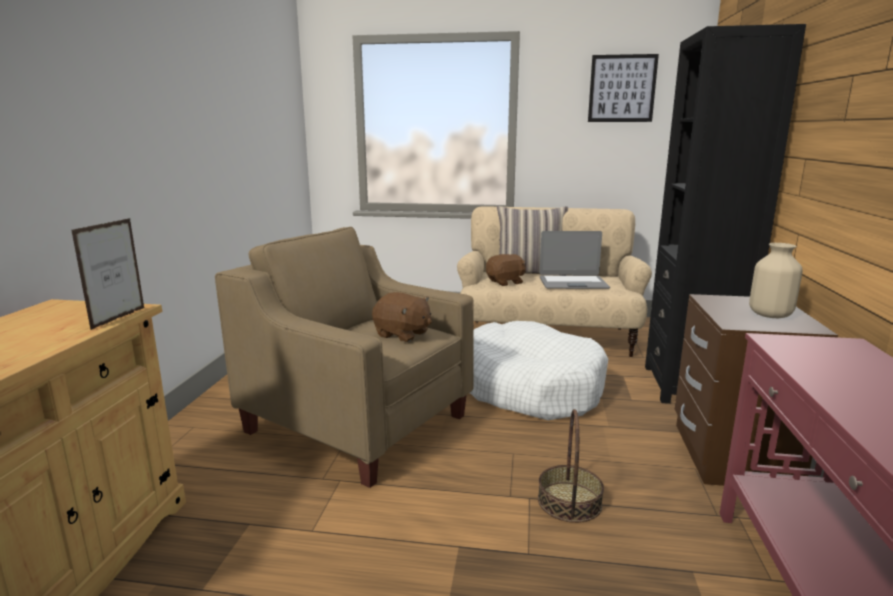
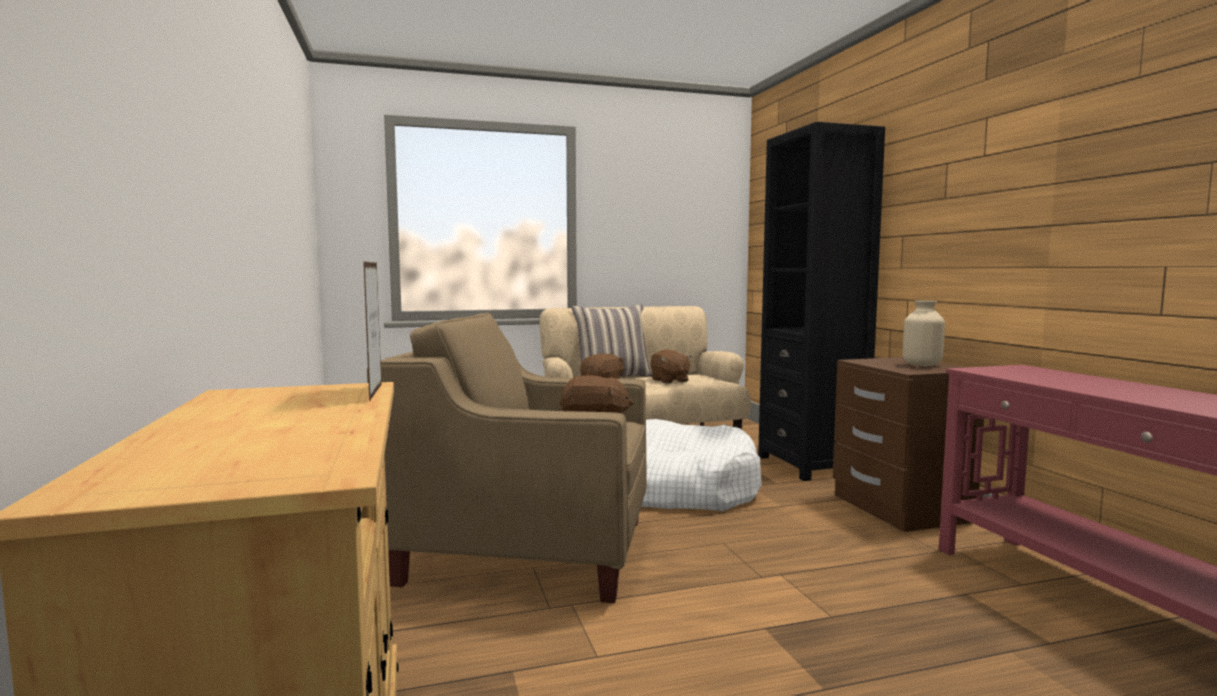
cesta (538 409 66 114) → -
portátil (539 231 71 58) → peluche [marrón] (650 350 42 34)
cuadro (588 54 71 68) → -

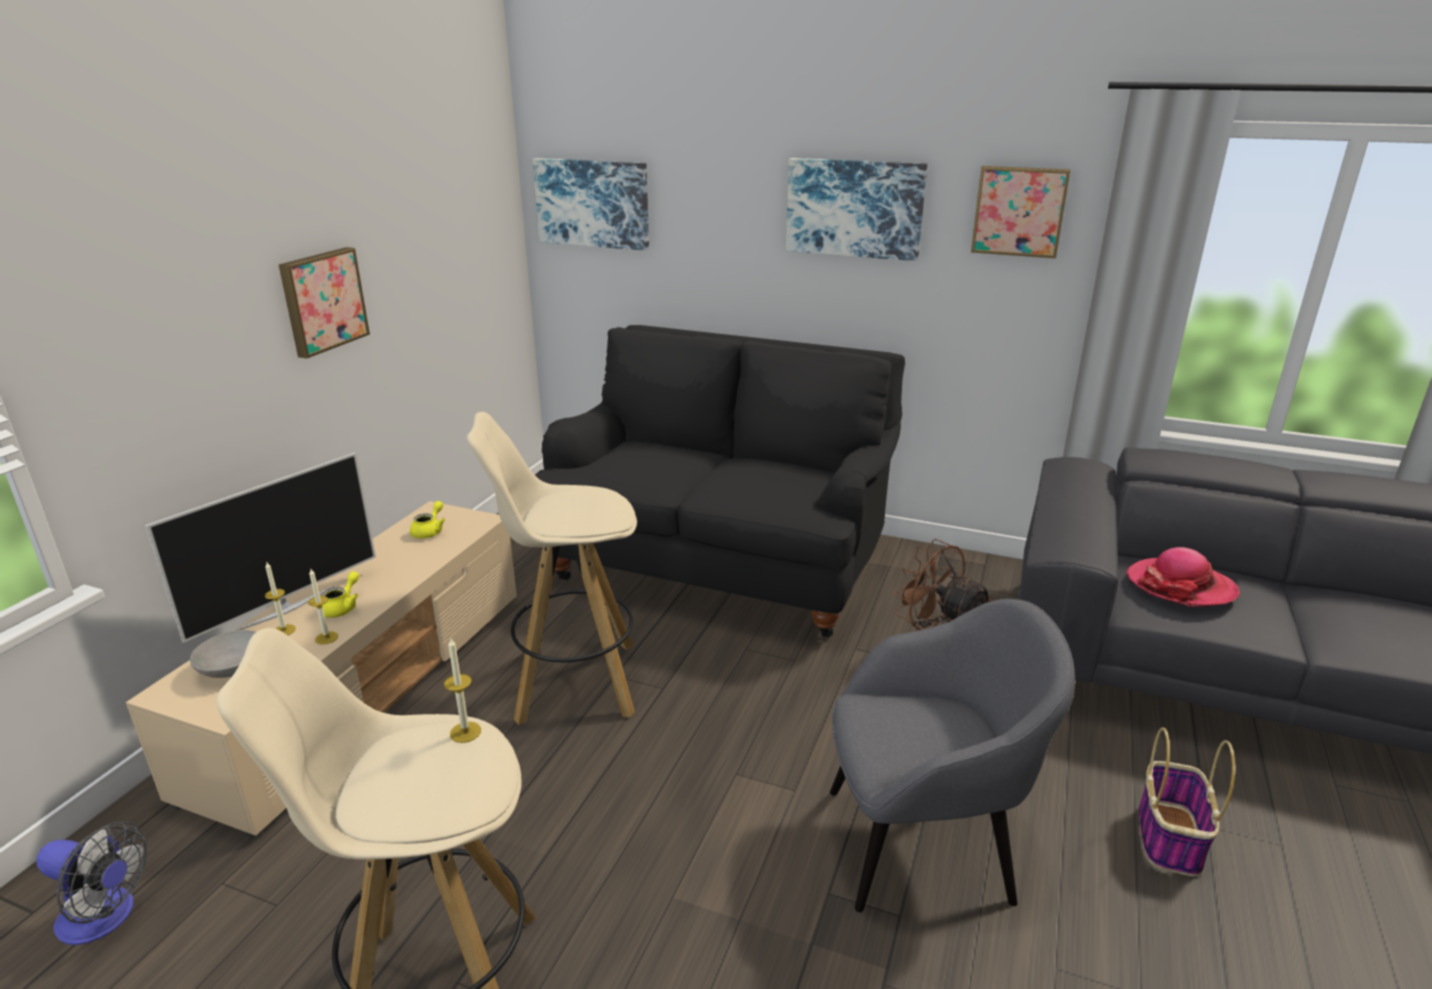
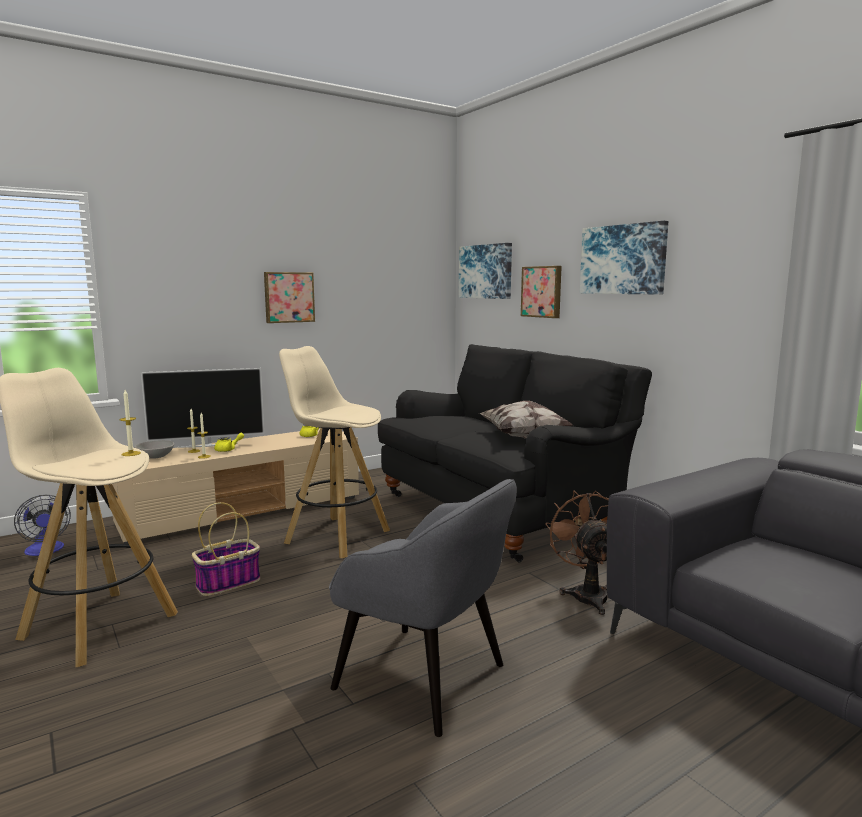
cuadro (971 166 100 92) → cuadro (521 266 41 52), move
sombrero (1127 547 113 60) → -
cesta (1139 727 96 150) → cesta (192 502 68 94), move
- → cojín (479 401 94 38)

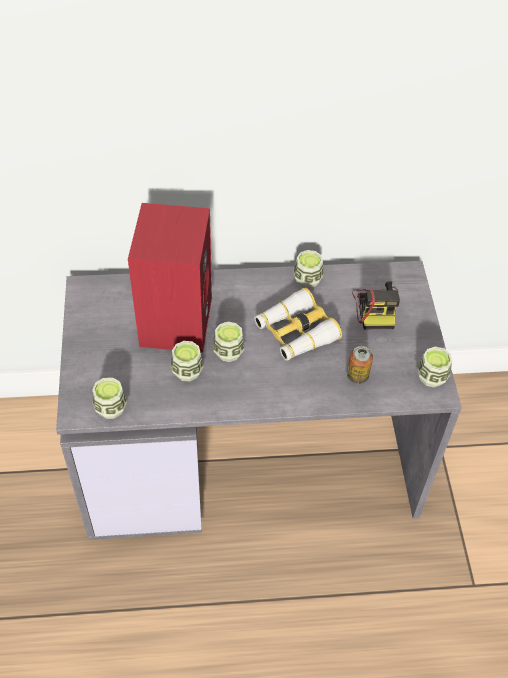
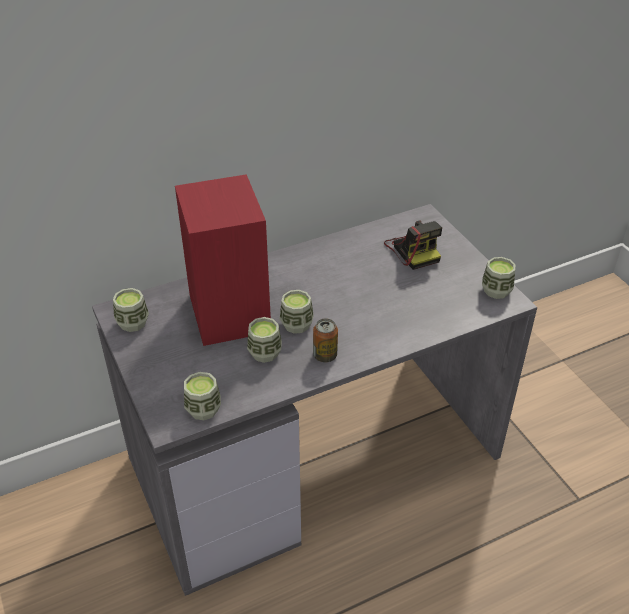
prismáticos (254 288 88 73) → -
taza (293 250 30 38) → taza (113 288 36 44), move
lata (347 346 26 38) → lata (313 318 25 45), move

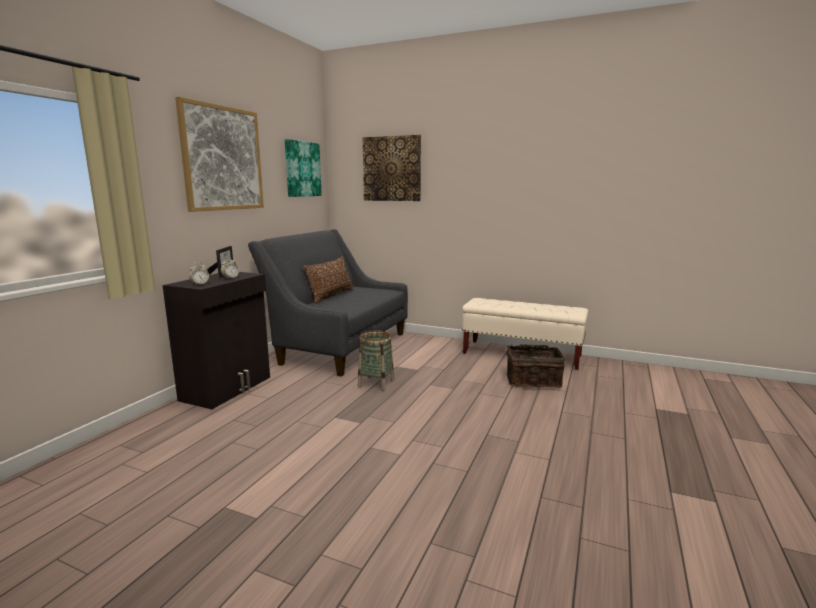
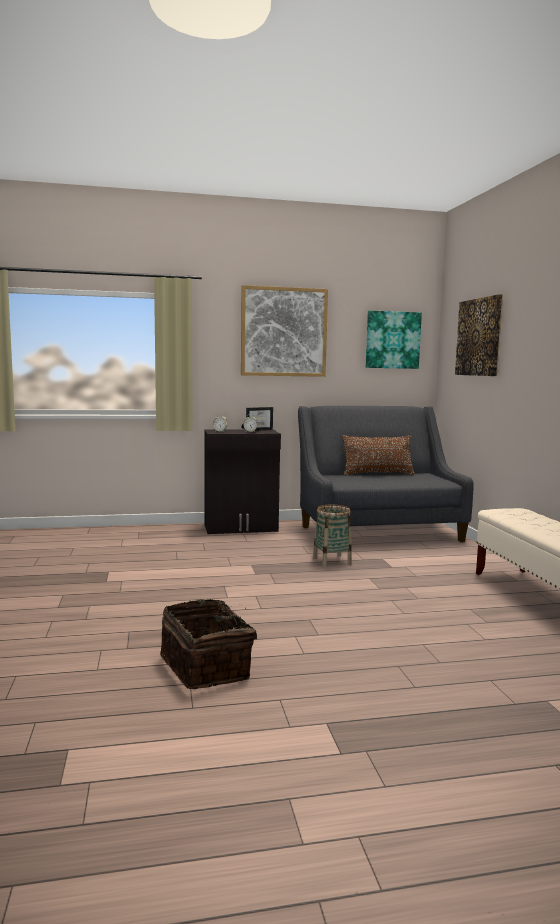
cesta (507 344 58 44) → cesta (160 599 97 90), move

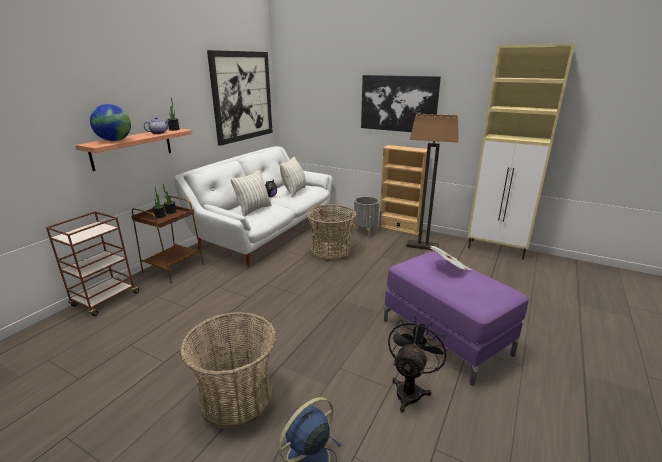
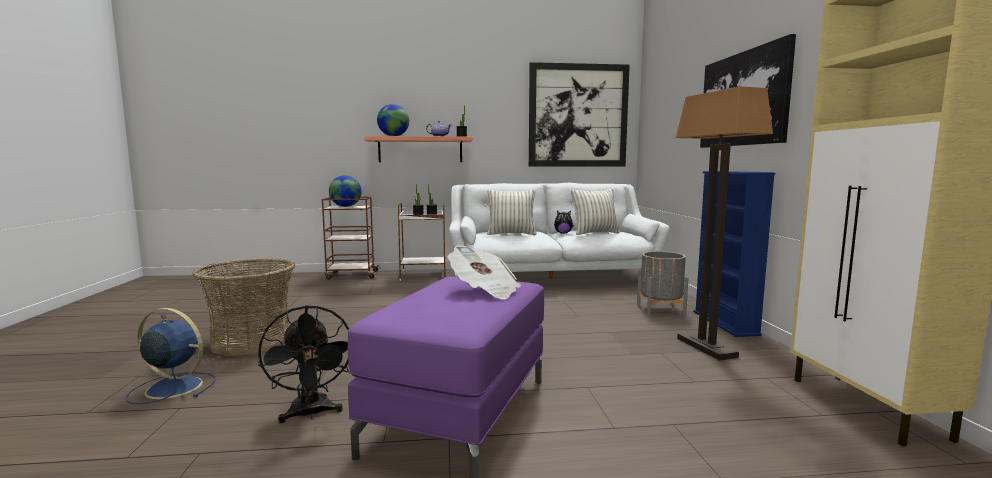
mesa auxiliar [marrón] (131 196 73 87) → mesa auxiliar [blanco] (398 202 48 79)
cesta (306 204 51 57) → -
estantería [beis] (378 145 49 90) → estantería [azul] (694 171 82 166)
ventilador [negro] (388 317 60 96) → ventilador [negro] (258 305 91 118), 75 degrees clockwise
- → globo terráqueo (329 175 32 32)

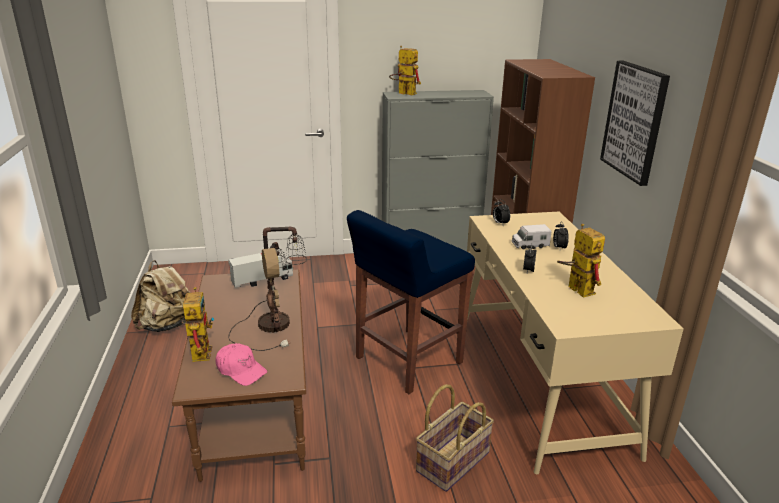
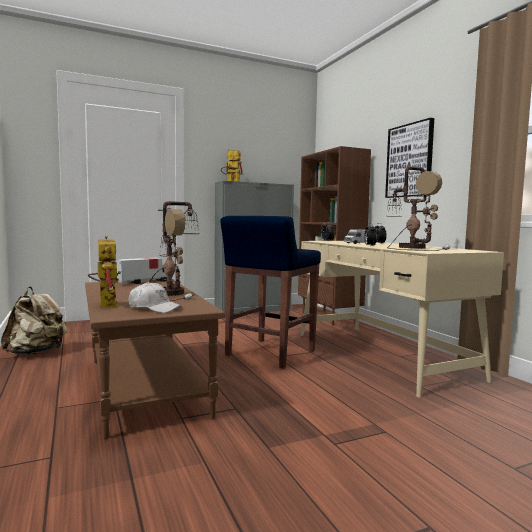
gorra [rosa] (215 343 52 43) → gorra [blanco] (128 282 54 31)
cesta (416 384 78 108) → -
robot de juguete (557 223 48 75) → lámpara de mesa (386 166 64 85)

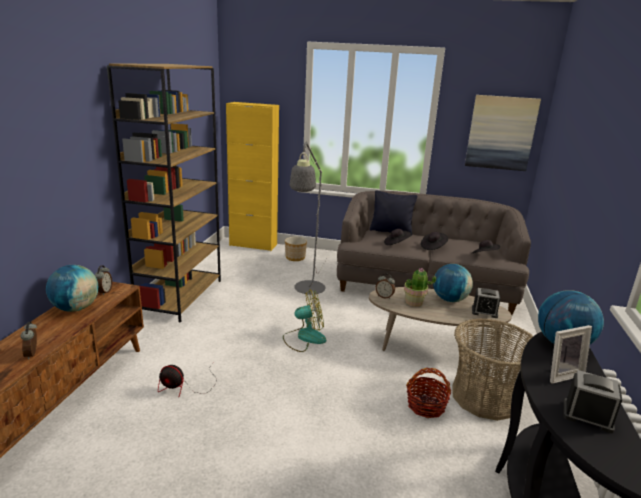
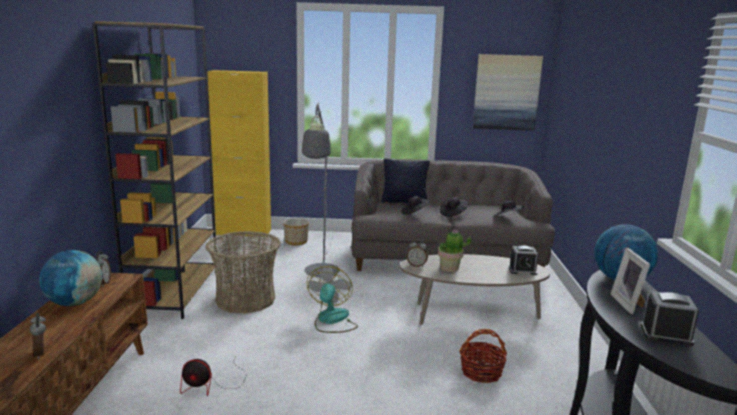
ventilador (283 290 43 62) → ventilador (307 266 51 67), 60 degrees counterclockwise
globo terráqueo (433 264 40 38) → -
cesta (452 318 81 103) → cesta (206 231 75 82), move
portarretratos (550 325 42 59) → portarretratos (611 248 39 66), 120 degrees clockwise

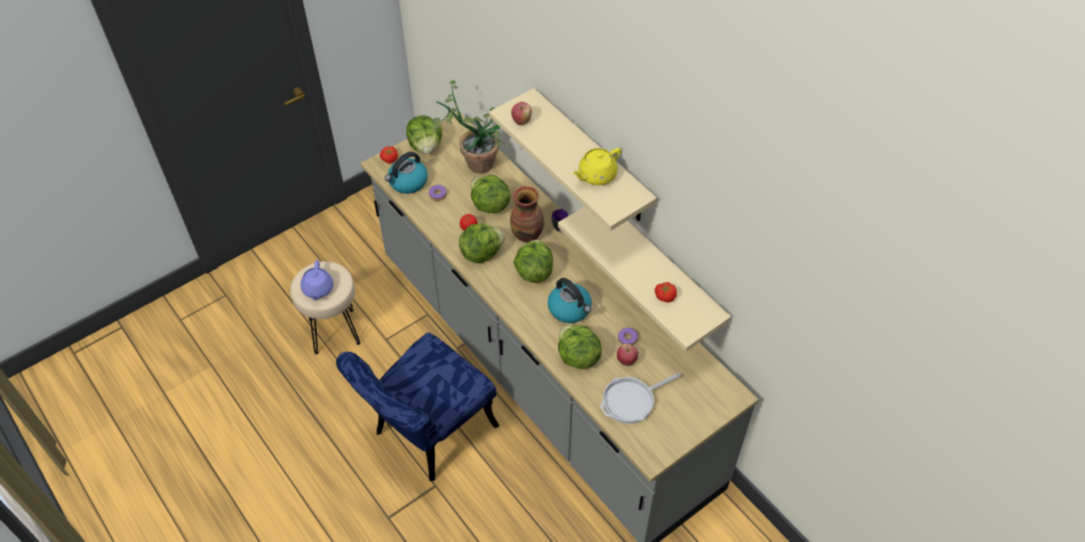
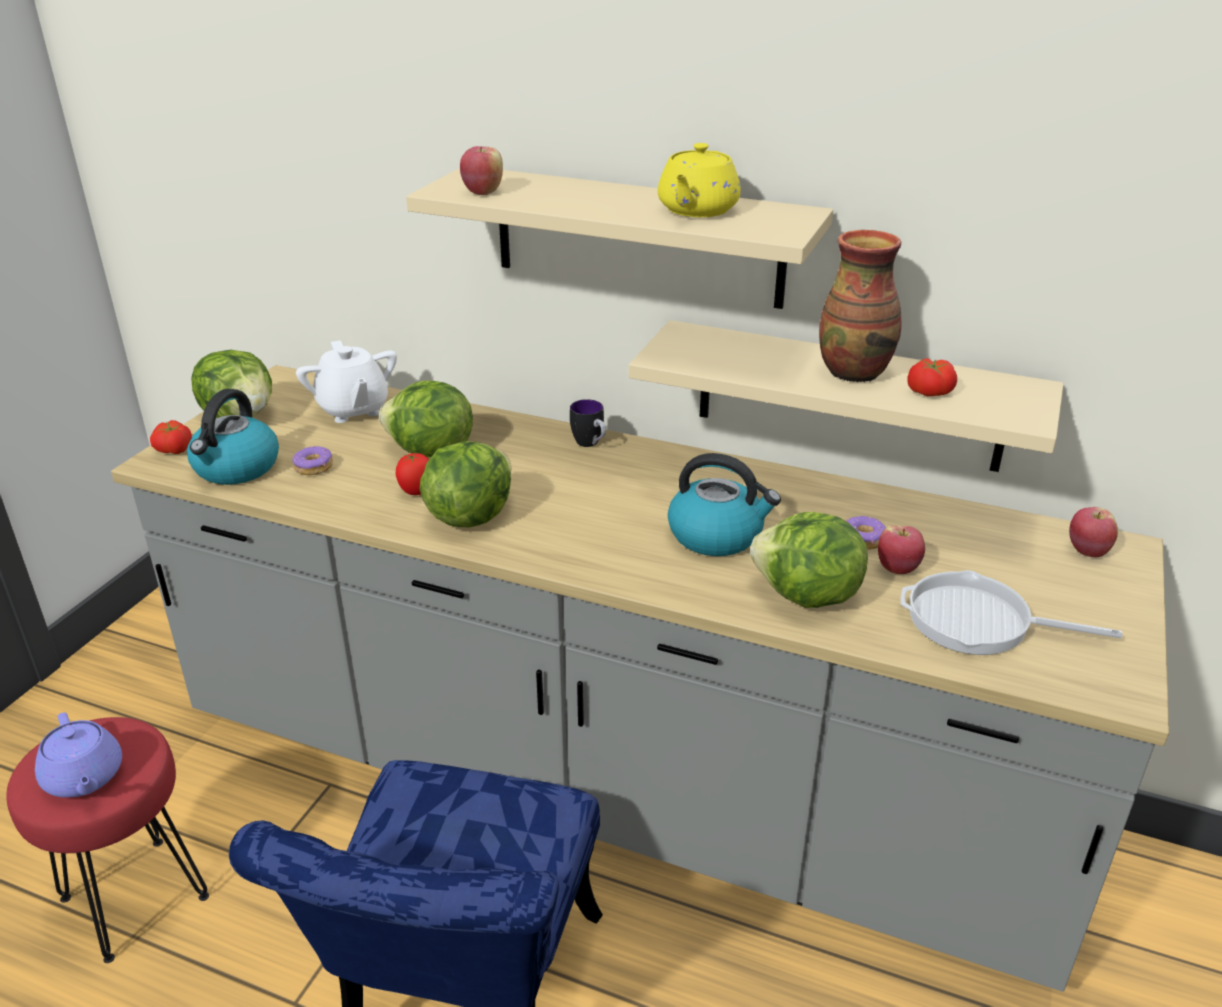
taburete [beis] (290 261 71 94) → taburete [rojo] (6 717 203 246)
planta en maceta (432 80 79 94) → tetera [blanco] (296 340 101 83)
florero (510 186 34 57) → florero (819 230 83 152), move
lechuga (514 239 39 44) → -
sartén (600 373 81 51) → sartén (901 570 221 85), 75 degrees clockwise
- → manzana (1069 507 49 50)

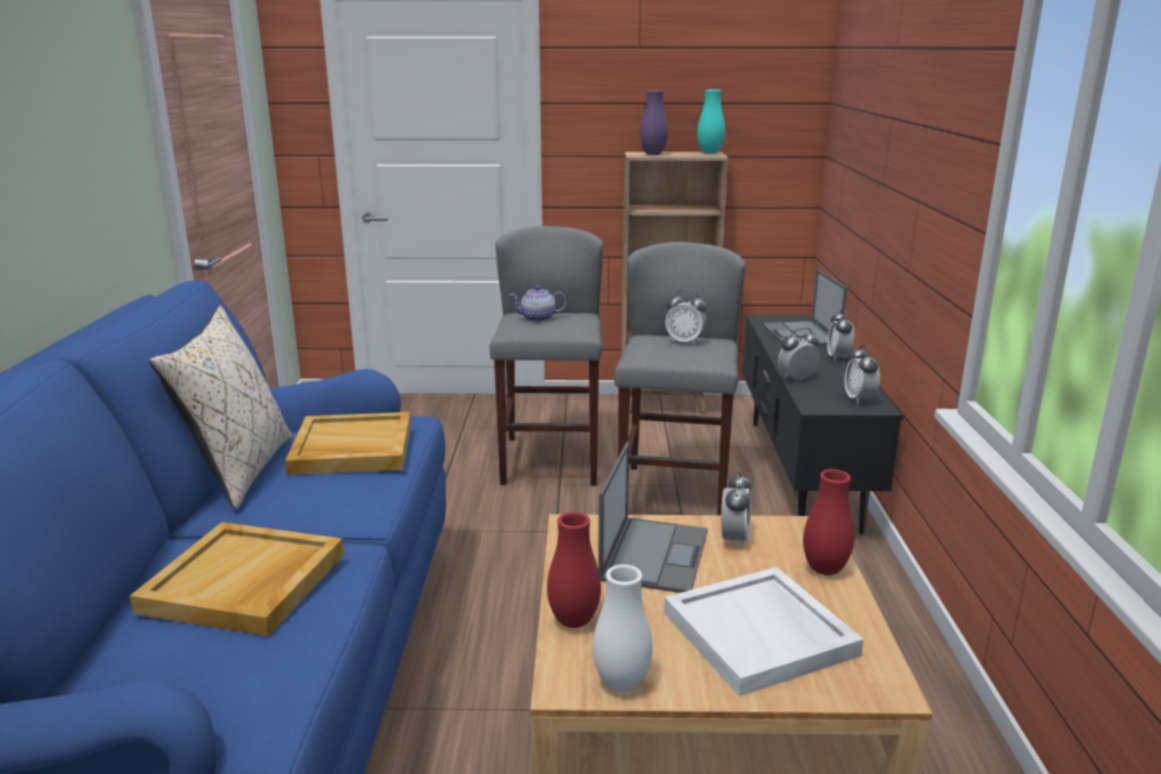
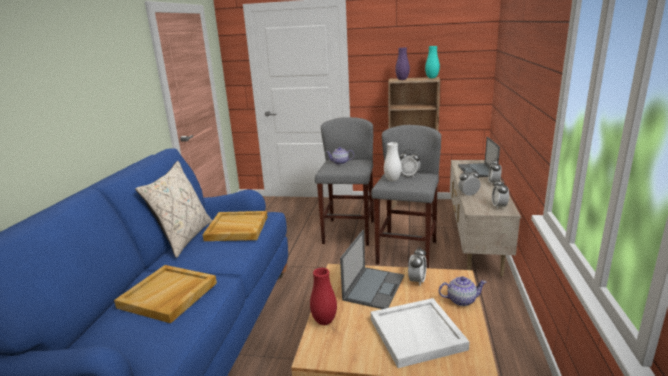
florero [blanco] (593 564 60 128) → florero [blanco] (384 142 17 39), move
mueble de televisión [negro] (742 315 162 219) → mueble de televisión [beis] (450 160 71 116)
florero [rojo] (803 469 51 106) → tetera (439 276 47 30)

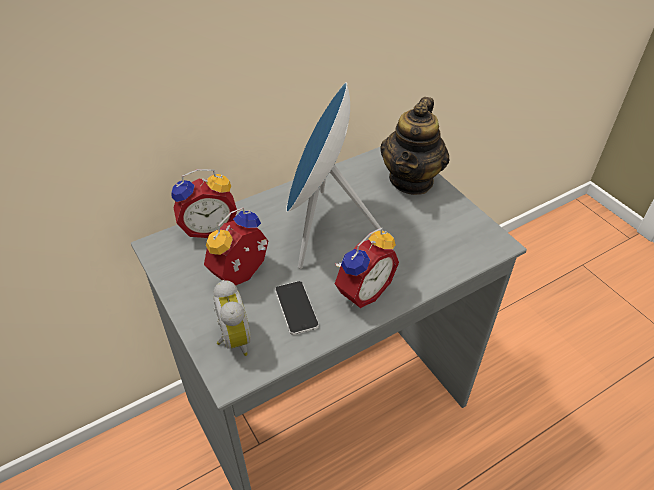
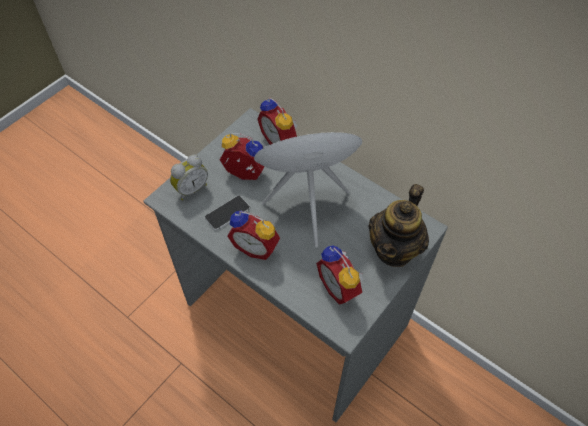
tetera (380 97 70 98) → tetera (368 184 61 83), 60 degrees counterclockwise
- → despertador (316 246 48 59)

